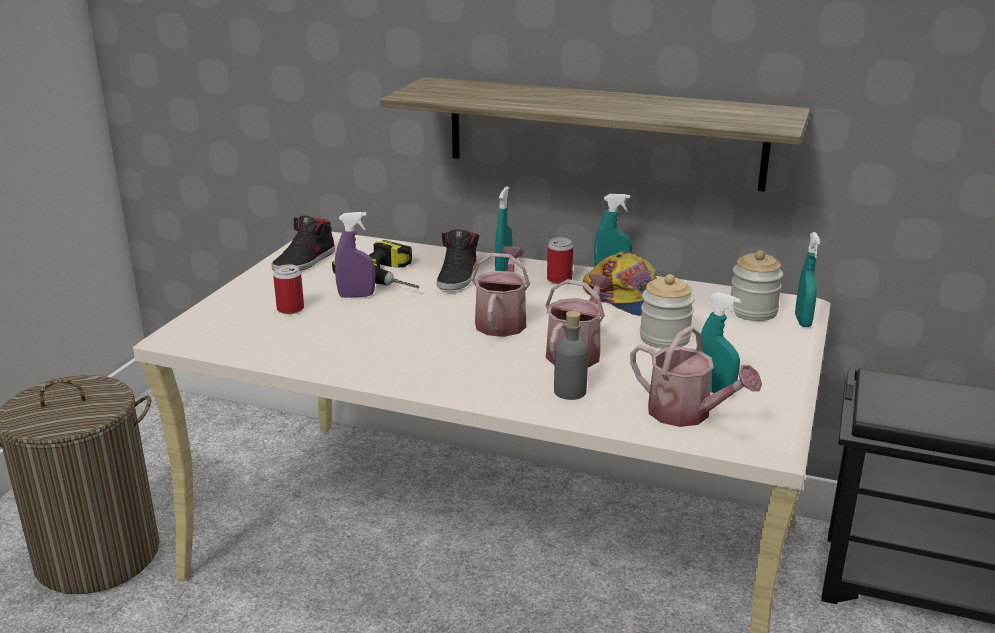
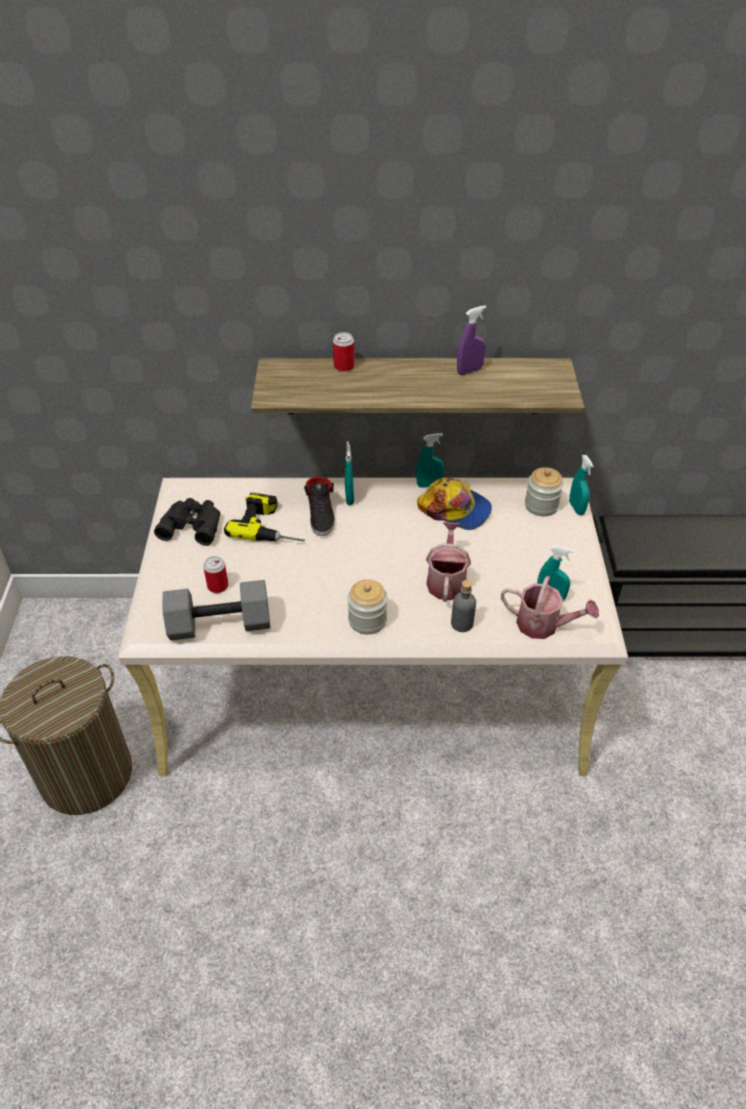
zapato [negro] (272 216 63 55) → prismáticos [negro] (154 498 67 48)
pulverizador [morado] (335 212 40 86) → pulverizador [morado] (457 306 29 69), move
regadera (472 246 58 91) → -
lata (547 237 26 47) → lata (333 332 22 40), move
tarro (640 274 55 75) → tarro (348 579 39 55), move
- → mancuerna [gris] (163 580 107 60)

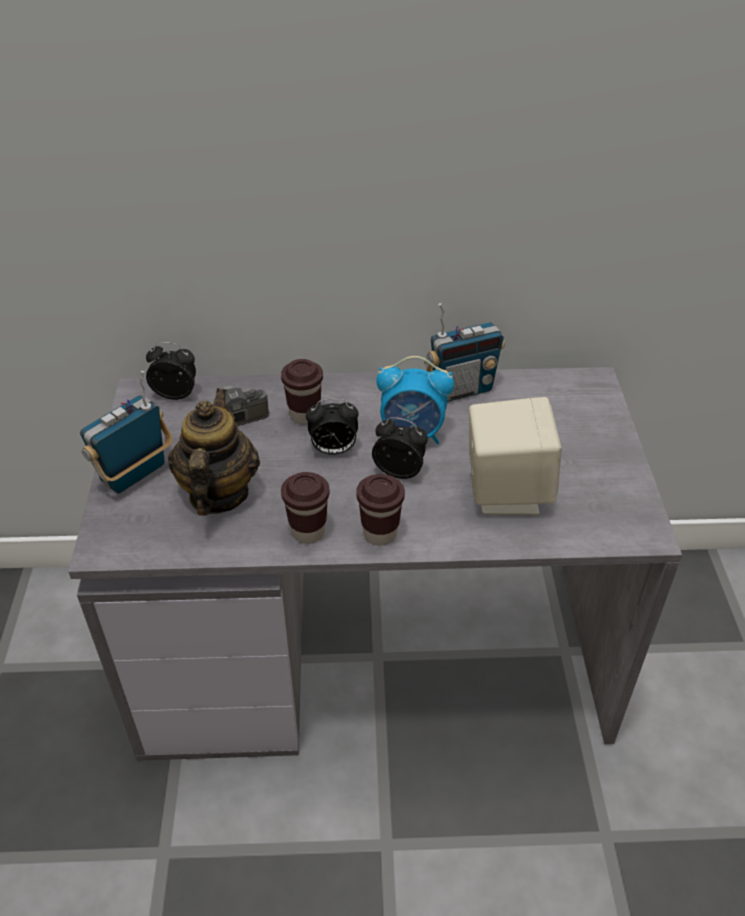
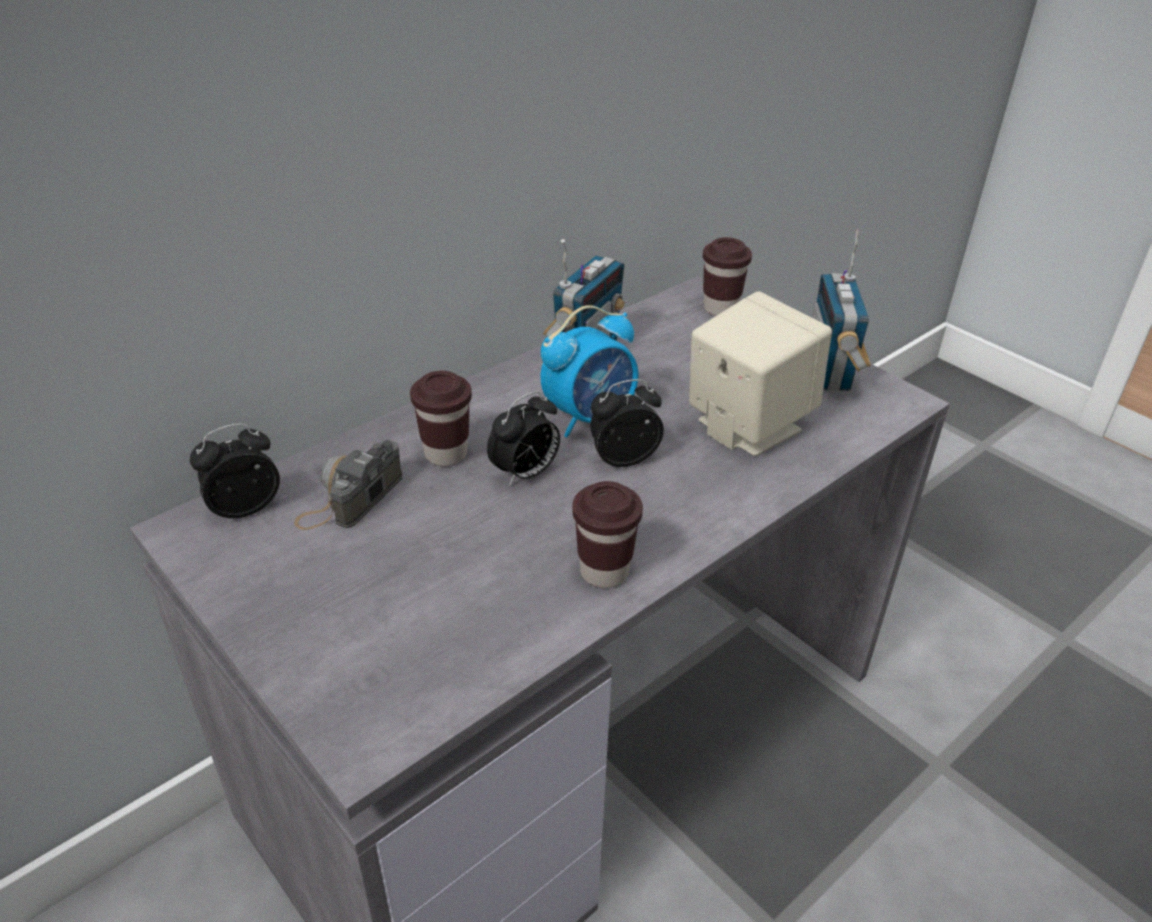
radio (80 371 92 123) → radio (812 230 59 161), move
tetera (168 388 92 128) → -
taza [marrón] (356 474 49 72) → taza [marrón] (703 237 49 79), move

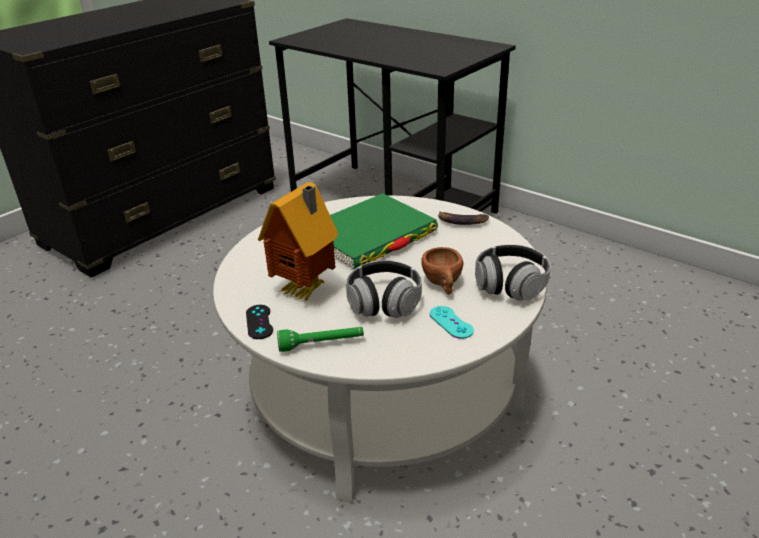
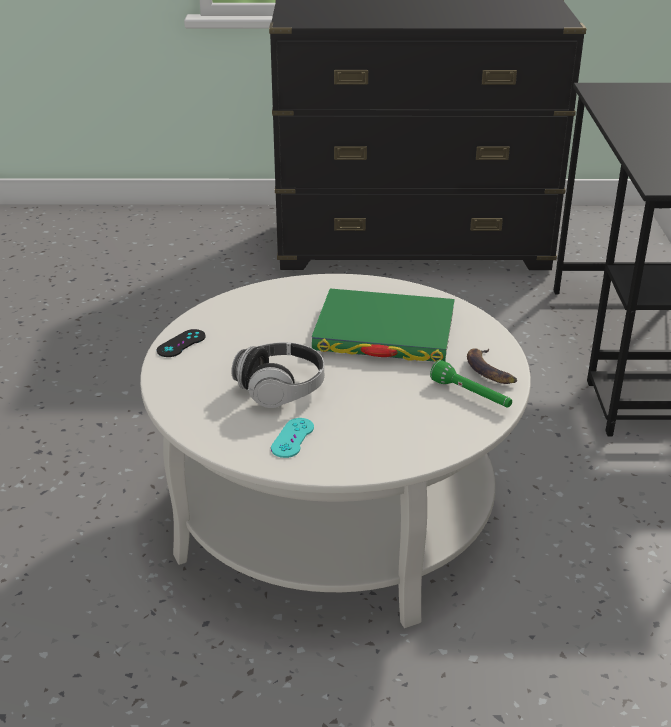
casita (258 182 81 120) → -
linterna [verde] (277 327 87 25) → linterna [verde] (430 360 82 47), move
taza [marrón] (421 247 42 47) → -
auriculares (475 245 76 56) → -

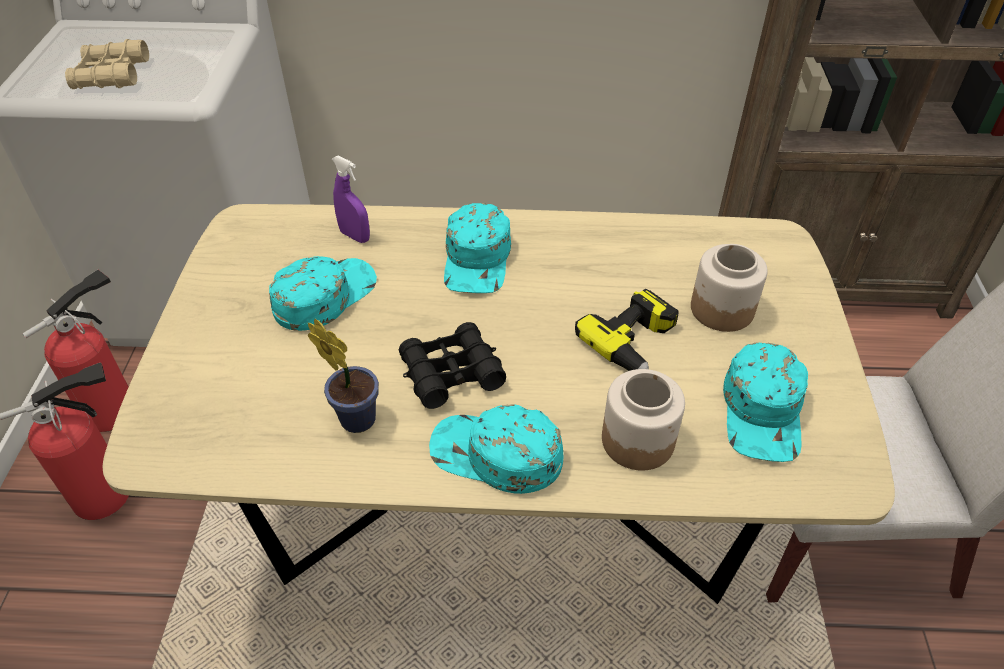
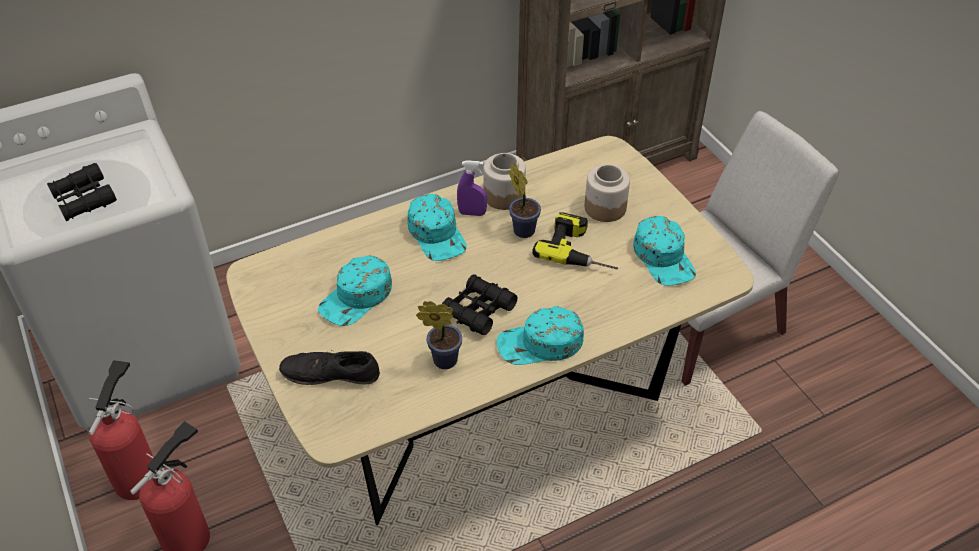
prismáticos [beis] (65 39 84 50) → prismáticos [negro] (47 163 70 58)
gorra [turquesa] (269 256 108 75) → gorra [turquesa] (318 255 74 71), 150 degrees counterclockwise
pulverizador [morado] (332 156 38 87) → pulverizador [morado] (457 160 30 56), move
tarro (602 369 83 102) → tarro (483 153 43 57), move
- → zapato [negro] (279 350 101 35)
- → planta en maceta (509 163 32 75)

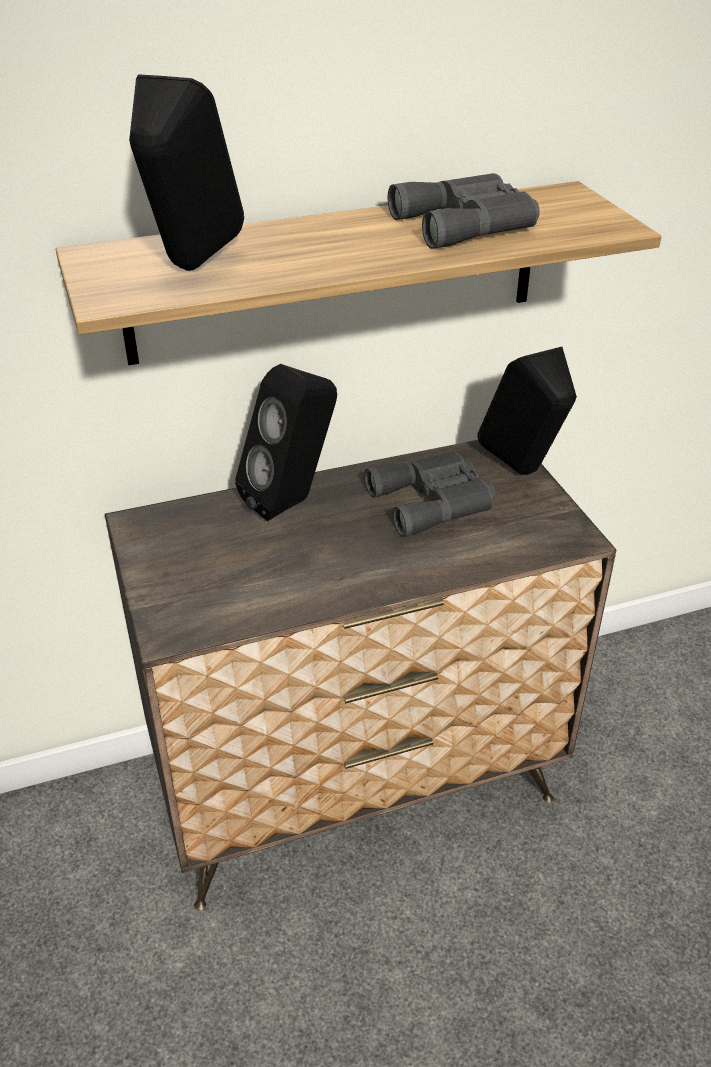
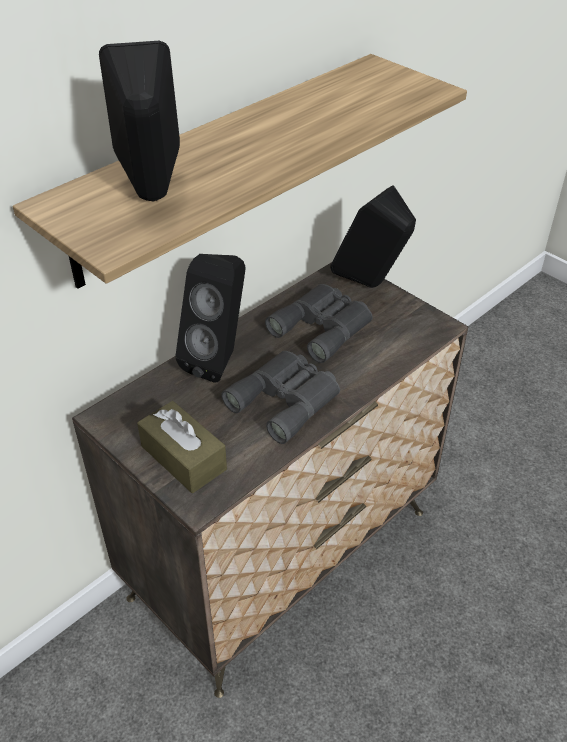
prismáticos [gris] (388 173 152 76) → prismáticos [gris] (221 351 119 93), move
- → caja de pañuelos [marrón] (137 401 90 92)

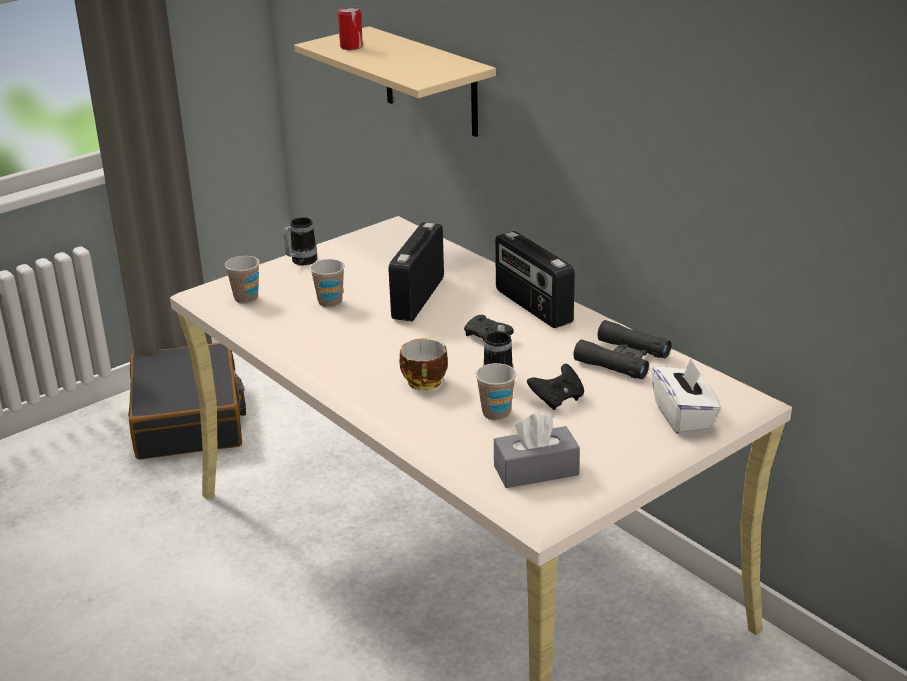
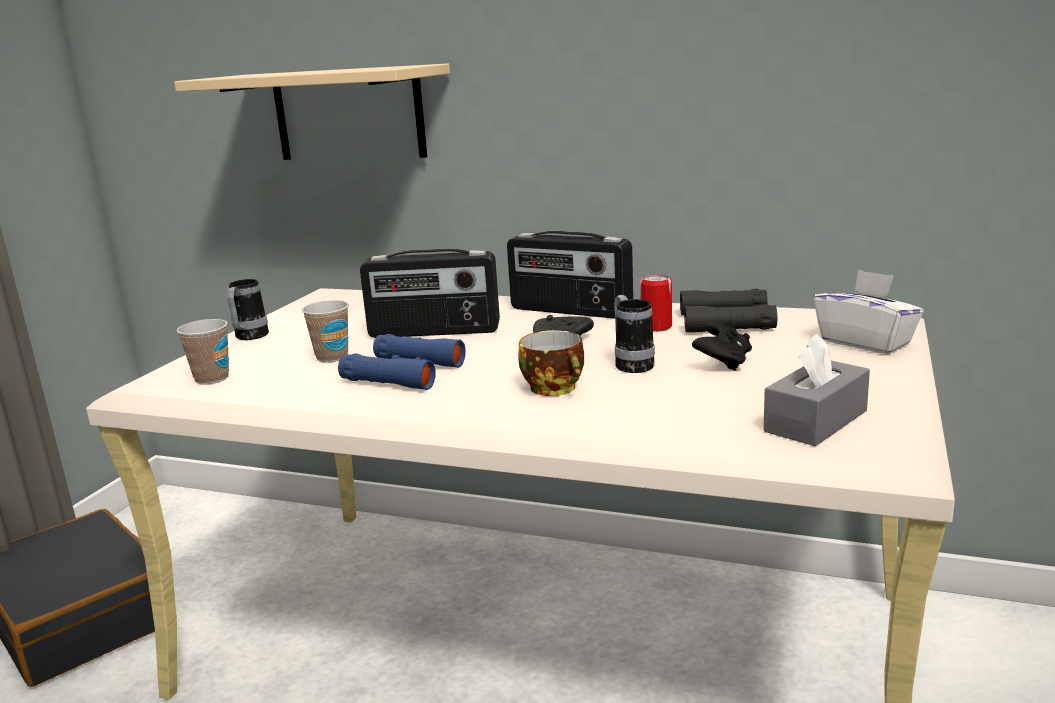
lata (338 7 25 43) → lata (640 274 32 58), move
radio (389 222 55 99) → radio (360 249 140 89), 75 degrees counterclockwise
taza (475 363 41 58) → -
- → prismáticos [azul] (338 334 128 56)

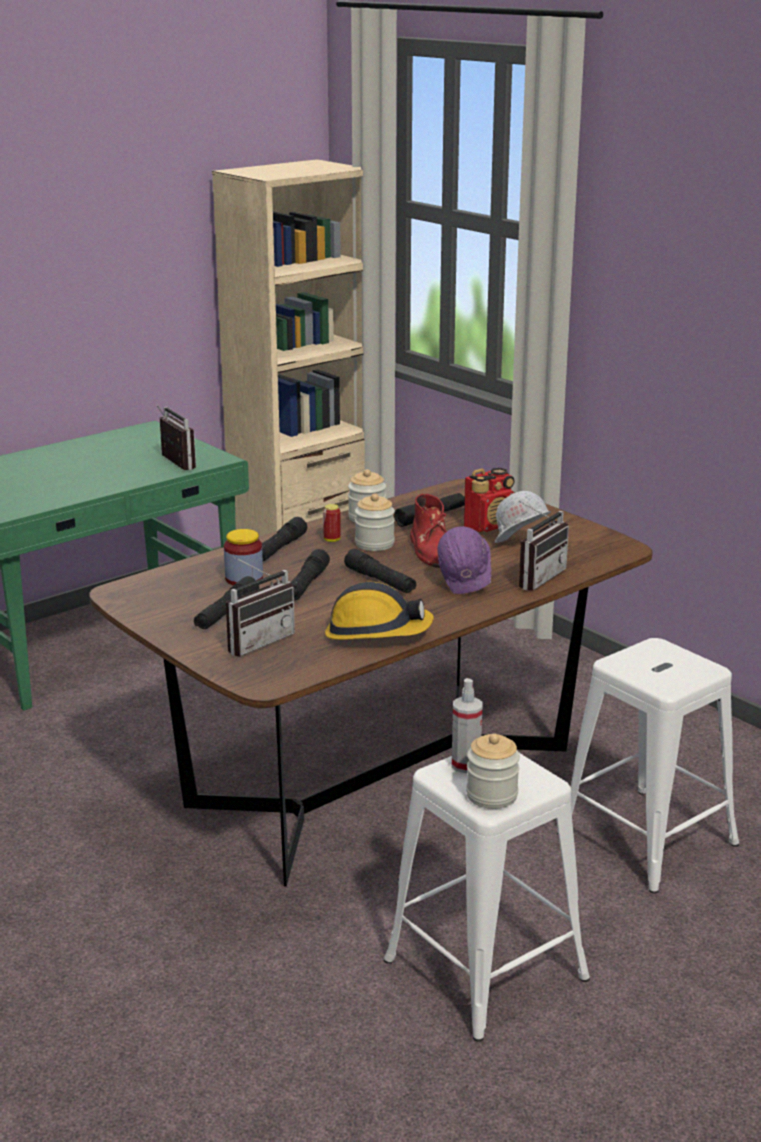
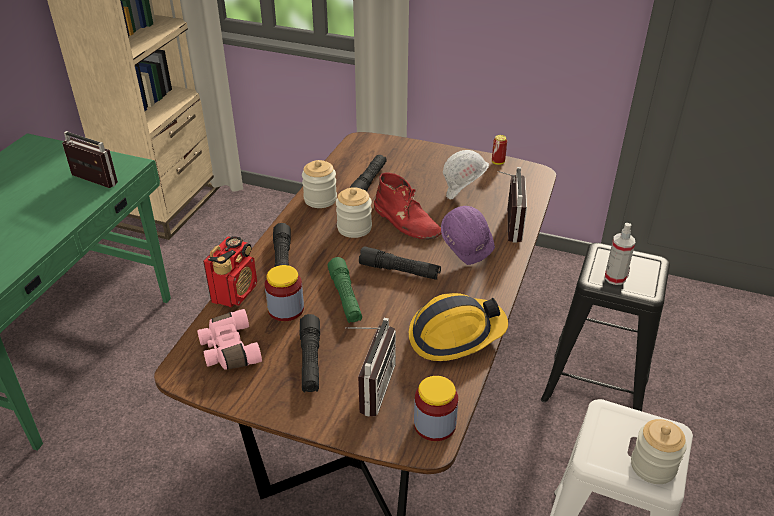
linterna [negro] (291 549 39 51) → linterna [verde] (328 257 34 66)
lata (323 504 18 38) → lata (492 135 15 30), move
pulverizador (452 678 31 95) → pulverizador (605 223 30 62), move
radio (464 468 51 64) → radio (203 236 54 71), move
taburete [blanco] (557 638 182 256) → taburete [negro] (541 243 129 168)
- → prismáticos [rosa] (197 309 65 61)
- → tarro (414 376 44 65)

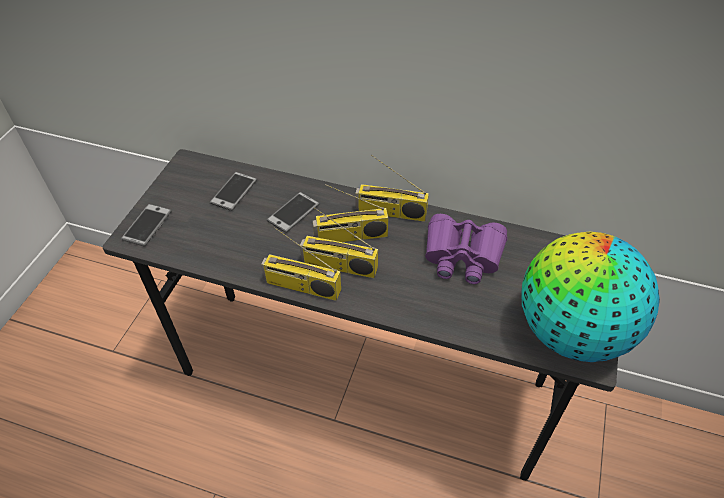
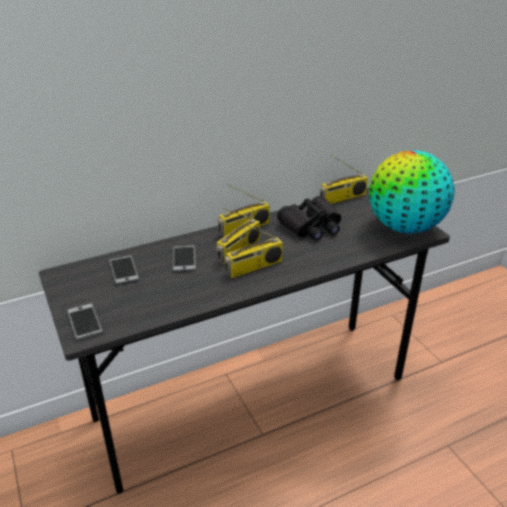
radio (261 227 80 74) → radio (320 155 48 49), move
prismáticos [morado] (425 214 82 70) → prismáticos [negro] (277 196 64 45)

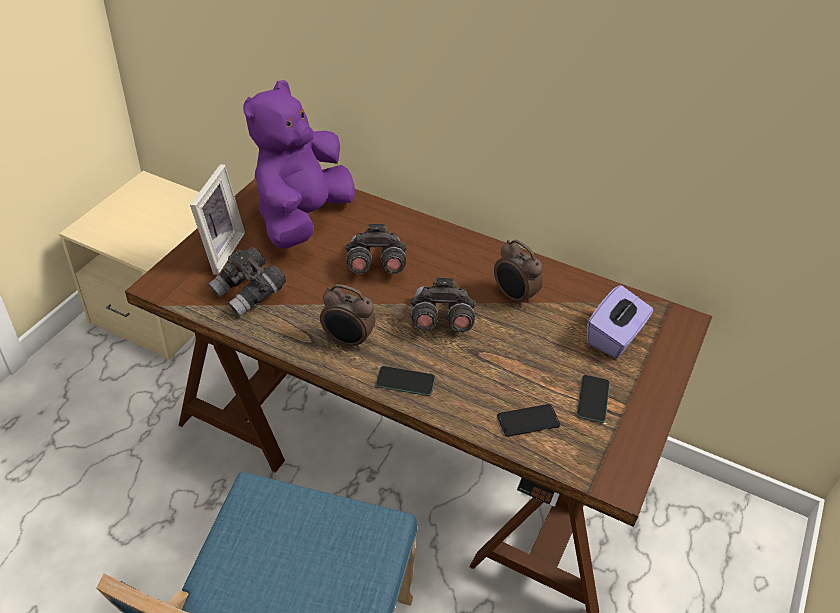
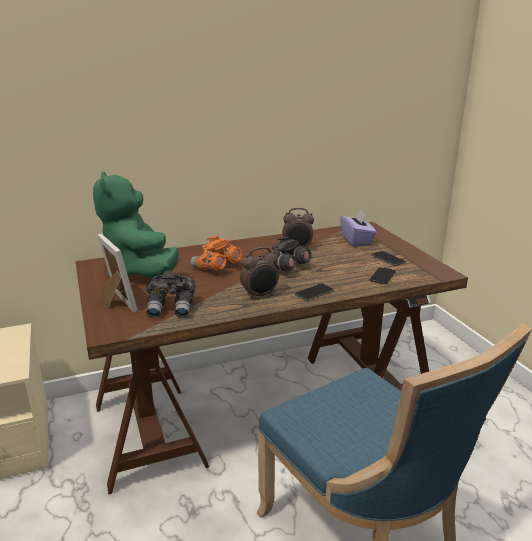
peluche [morado] (243 80 112 169) → peluche [verde] (93 172 86 106)
prismáticos [gris] (346 224 61 50) → prismáticos [naranja] (190 236 52 34)

